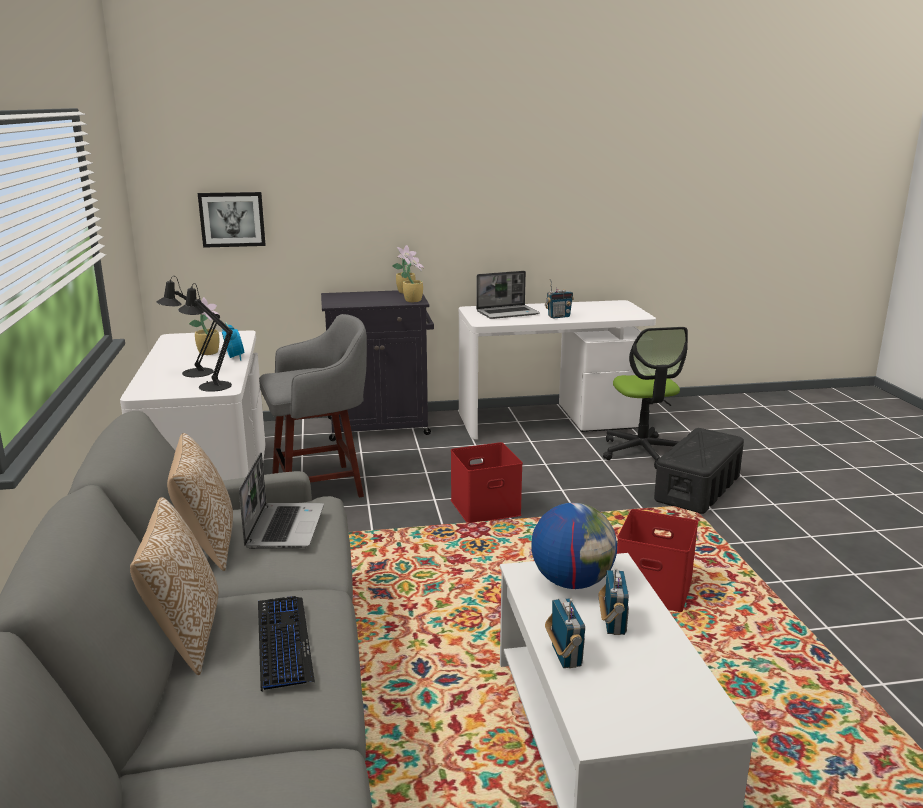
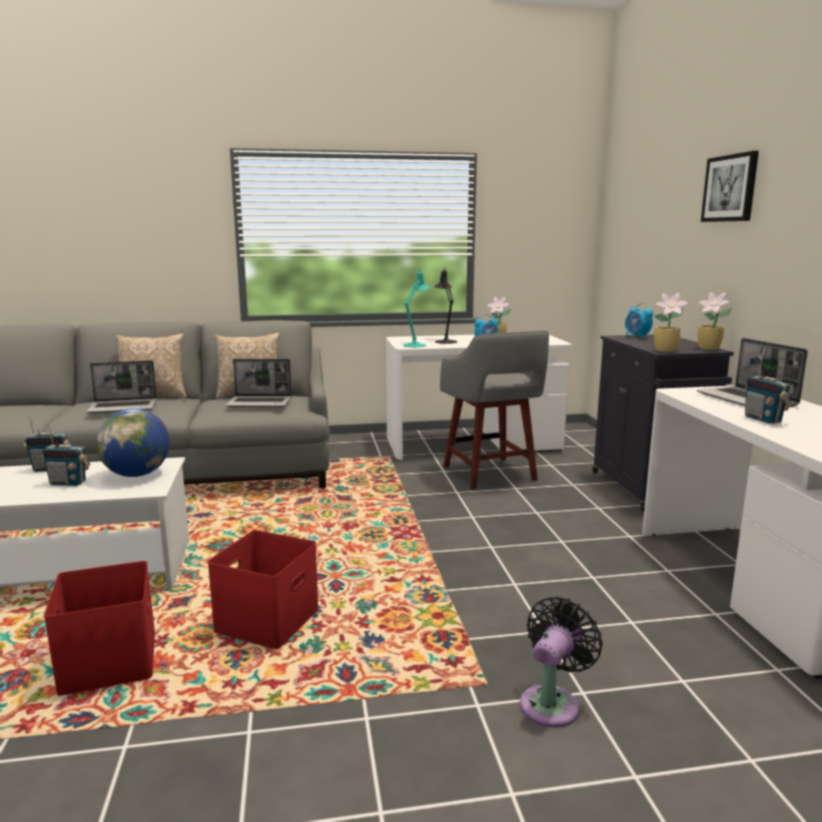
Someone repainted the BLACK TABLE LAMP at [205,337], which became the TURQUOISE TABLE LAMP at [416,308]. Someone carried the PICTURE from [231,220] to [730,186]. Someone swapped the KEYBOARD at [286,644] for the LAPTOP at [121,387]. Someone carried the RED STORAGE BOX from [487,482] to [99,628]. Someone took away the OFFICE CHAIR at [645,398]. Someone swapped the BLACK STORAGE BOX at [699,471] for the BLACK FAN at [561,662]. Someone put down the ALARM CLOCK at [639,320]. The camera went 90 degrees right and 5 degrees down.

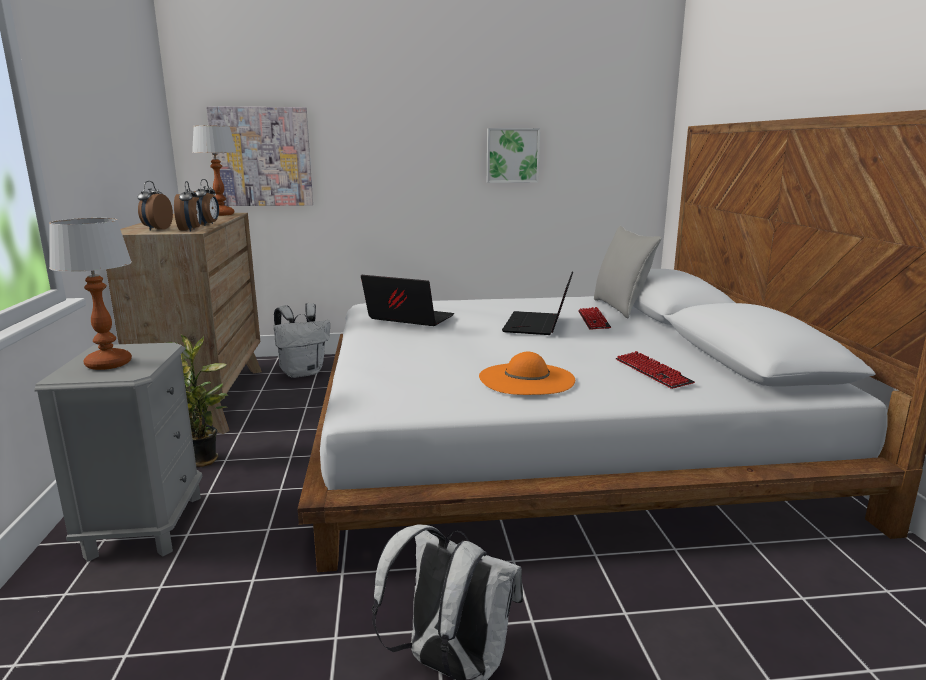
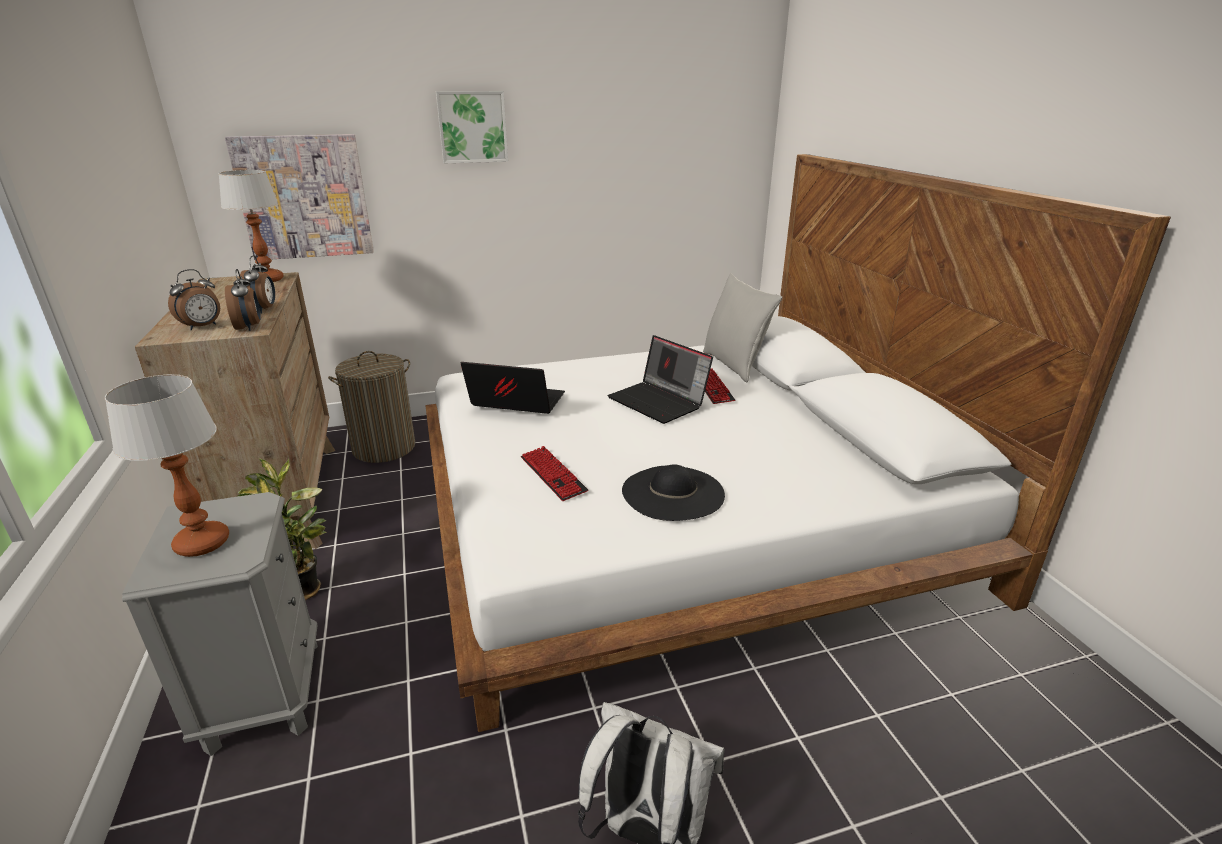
Someone rotated the ALARM CLOCK at [155,206] by 135 degrees counterclockwise. Someone swapped the WHITE BACKPACK at [302,340] for the LAUNDRY BASKET at [371,407]. Someone repainted the ORANGE HAT at [527,373], which became the BLACK HAT at [673,493]. Someone carried the PICTURE from [513,155] to [472,127]. Someone rotated the LAPTOP at [537,303] by 45 degrees counterclockwise. Someone carried the KEYBOARD from [655,370] to [554,473]. The camera went 10 degrees left and 10 degrees up.

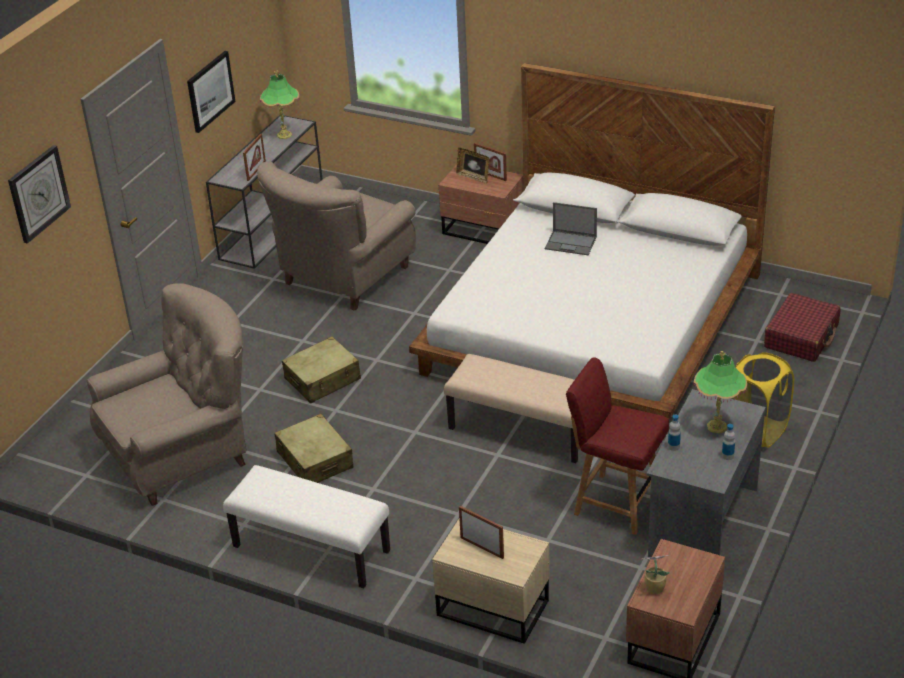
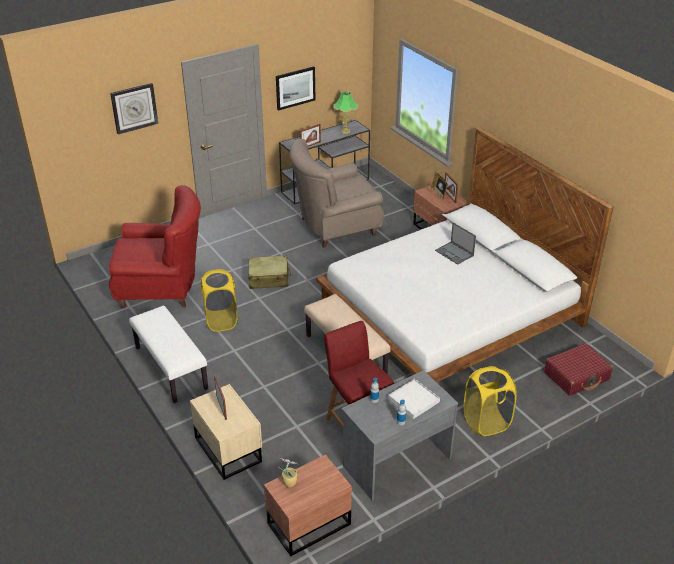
Someone repainted the BEIGE ARMCHAIR at [167,394], which became the RED ARMCHAIR at [155,246]. Someone swapped the BEIGE SUITCASE at [313,448] for the YELLOW LAUNDRY BASKET at [219,300]. Someone swapped the TABLE LAMP at [720,392] for the WHITE TRAY at [414,399]. The camera went 30 degrees right and 0 degrees up.

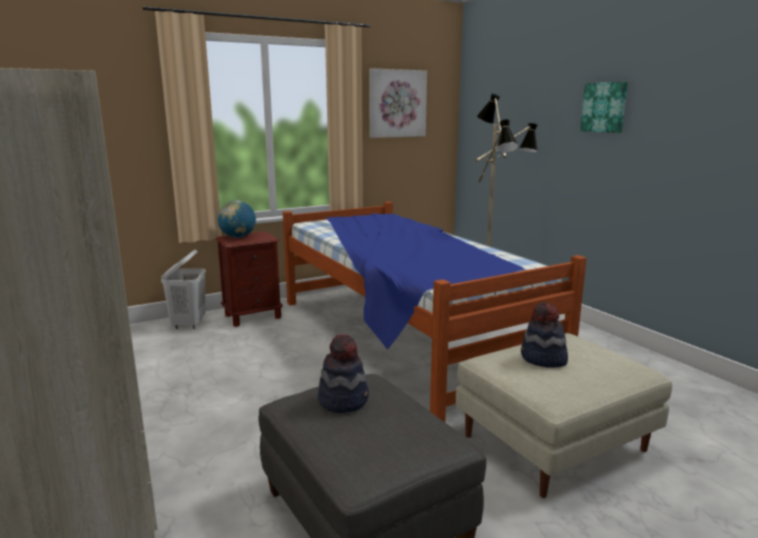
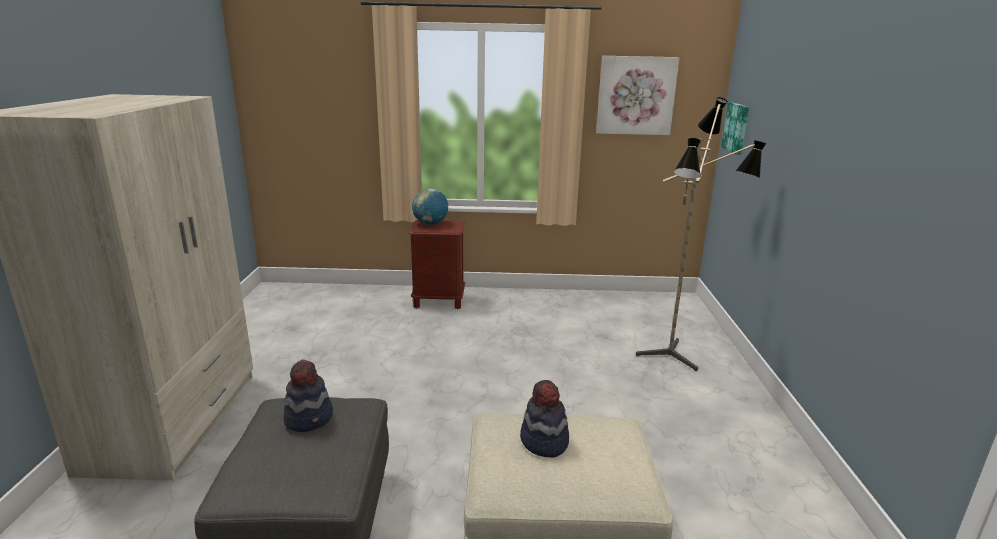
Someone took away the WHITE LAUNDRY BASKET at [183,289]. Someone took away the BED at [435,312]. Someone carried the PICTURE from [604,107] to [735,128]. The camera went 30 degrees right and 5 degrees up.

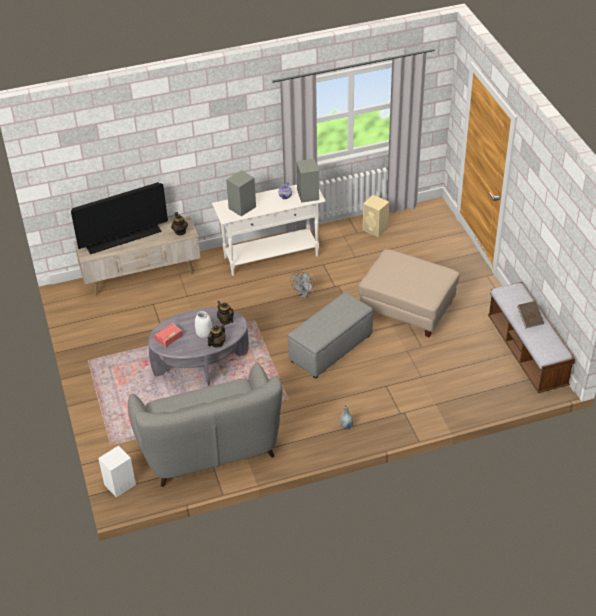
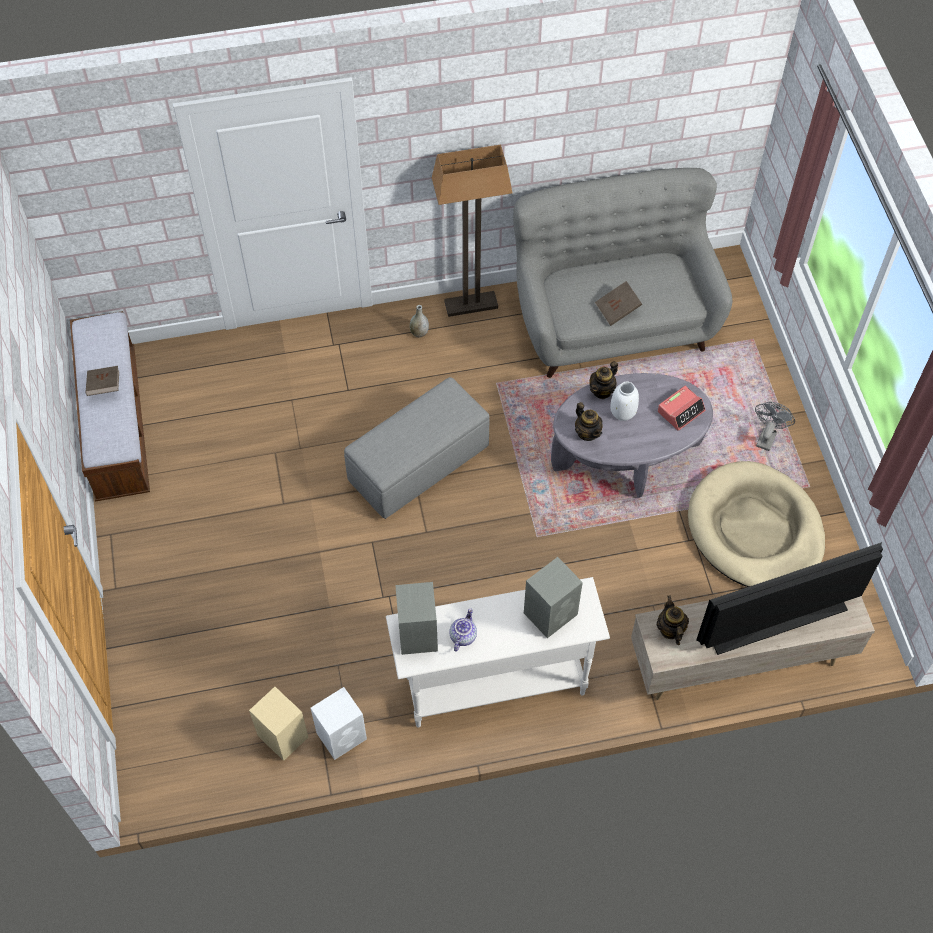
Someone carried the WHITE SPEAKER from [117,471] to [339,723]. Someone carried the GREY FAN from [302,285] to [775,426]. Someone took away the BEIGE OTTOMAN at [409,293]. Someone put down the FLOOR LAMP at [472,231]. Someone put down the BROWN BOOK at [618,303]. Someone put down the BEIGE DOG BED at [756,524]. The camera went 175 degrees left and 15 degrees up.

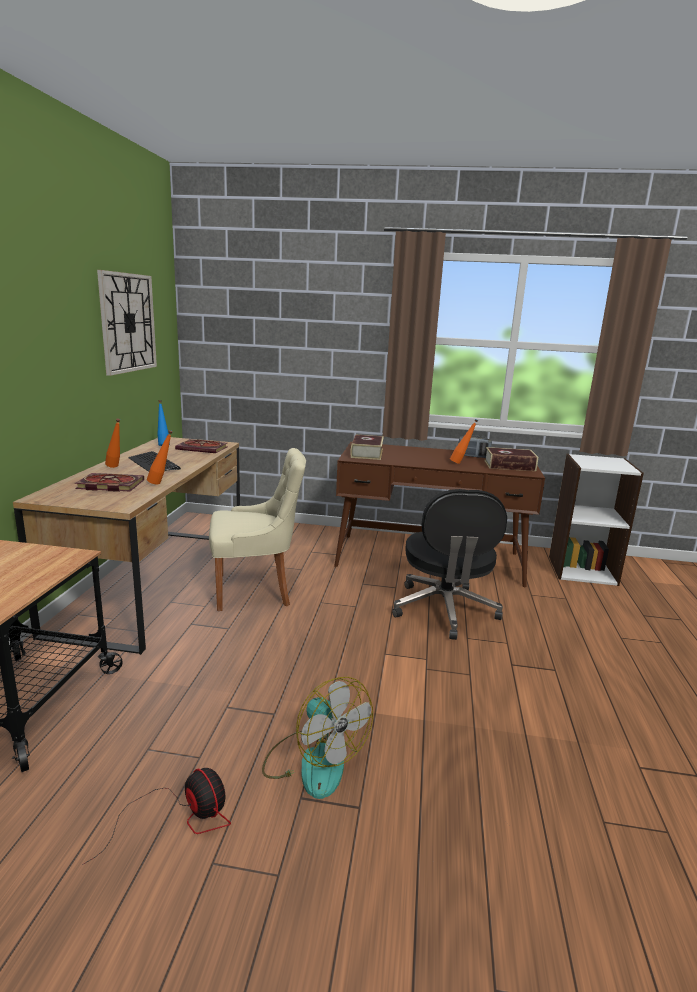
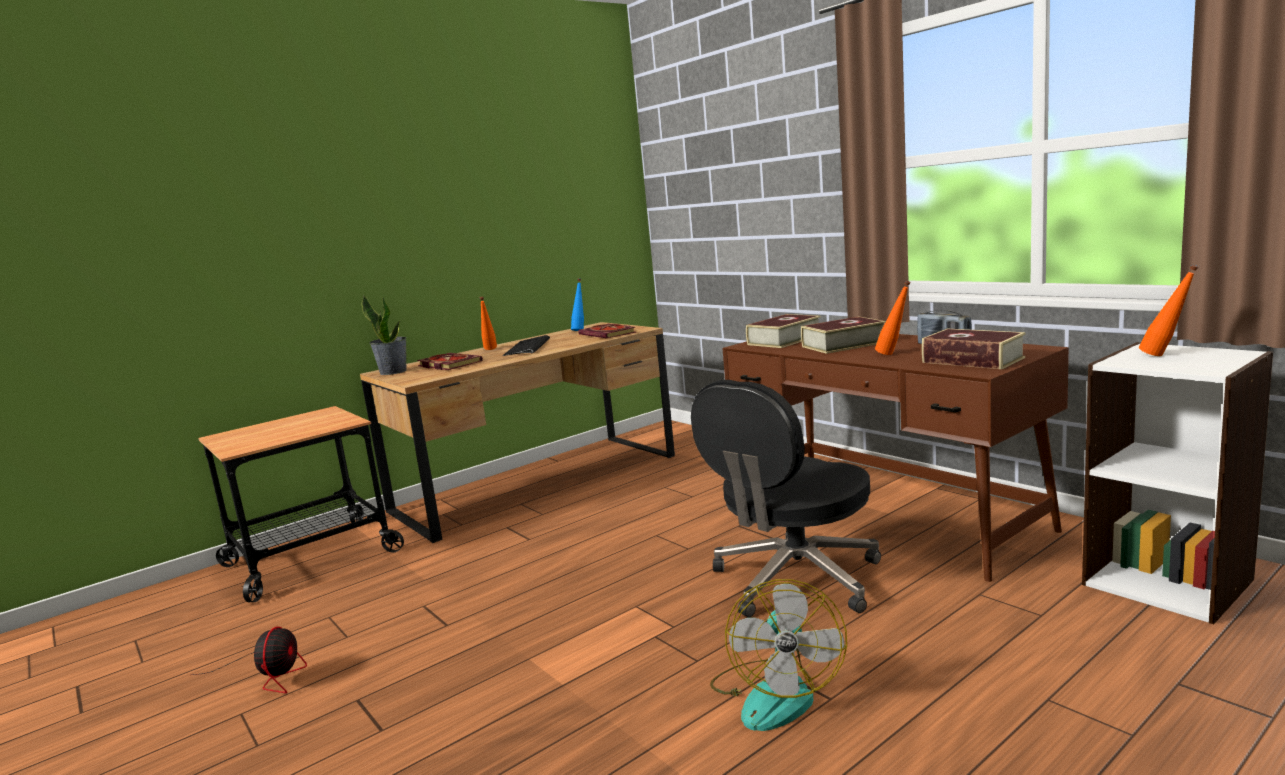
Someone took away the WALL CLOCK at [127,323]. Someone carried the ORANGE BOTTLE from [160,457] to [1168,310]. Someone took away the BEIGE CHAIR at [257,529]. Someone carried the FAN from [317,738] to [778,655]. Someone put down the POTTED PLANT at [384,335]. Someone put down the BOOK at [843,335]. The camera went 45 degrees right and 5 degrees down.

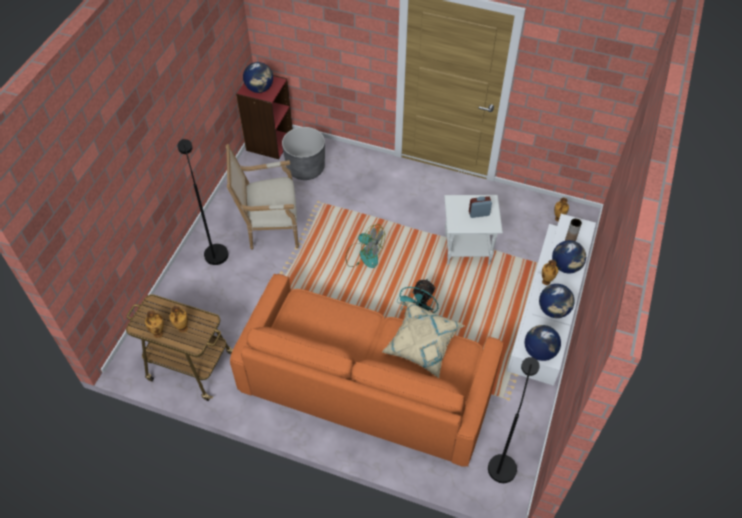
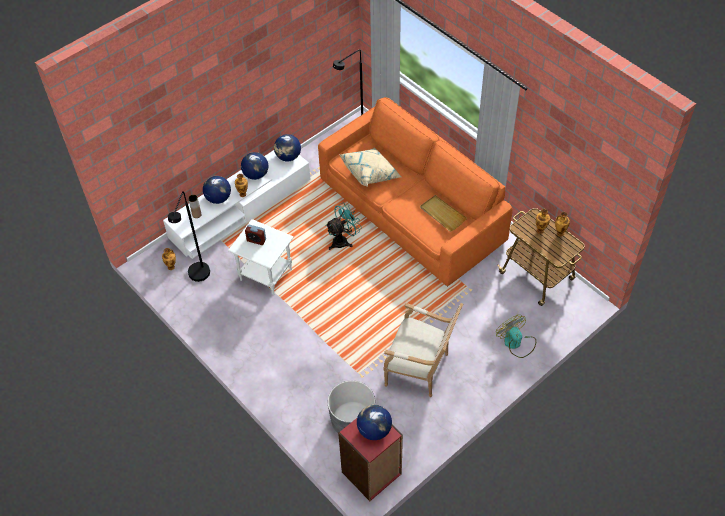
Someone carried the BLACK FLOOR LAMP from [203,202] to [189,236]. Someone carried the FAN from [365,246] to [516,336]. Someone put down the BEIGE TRAY at [443,213]. The camera went 150 degrees left and 0 degrees up.

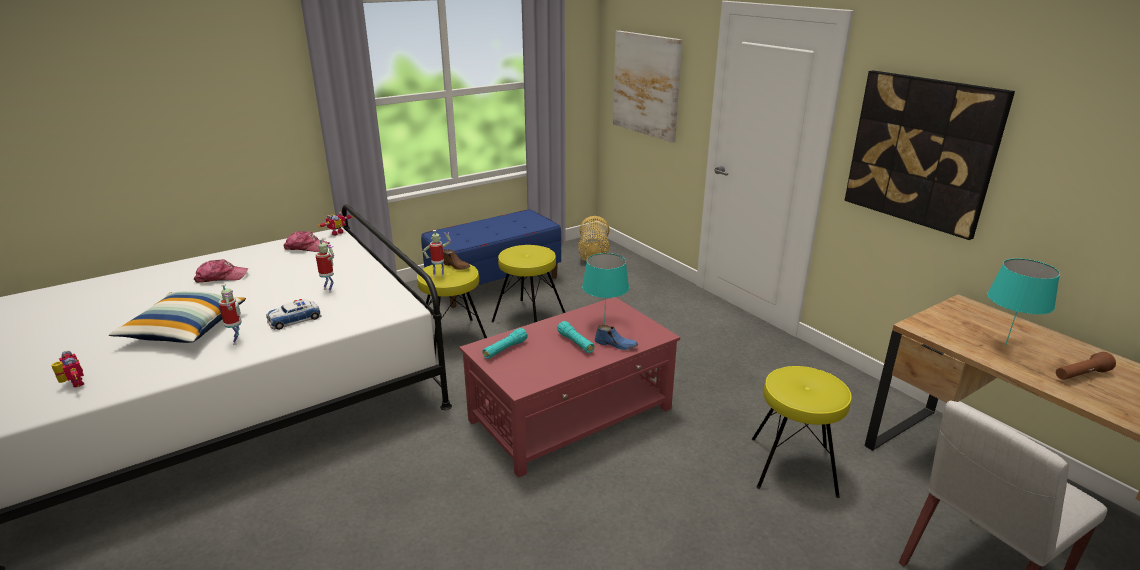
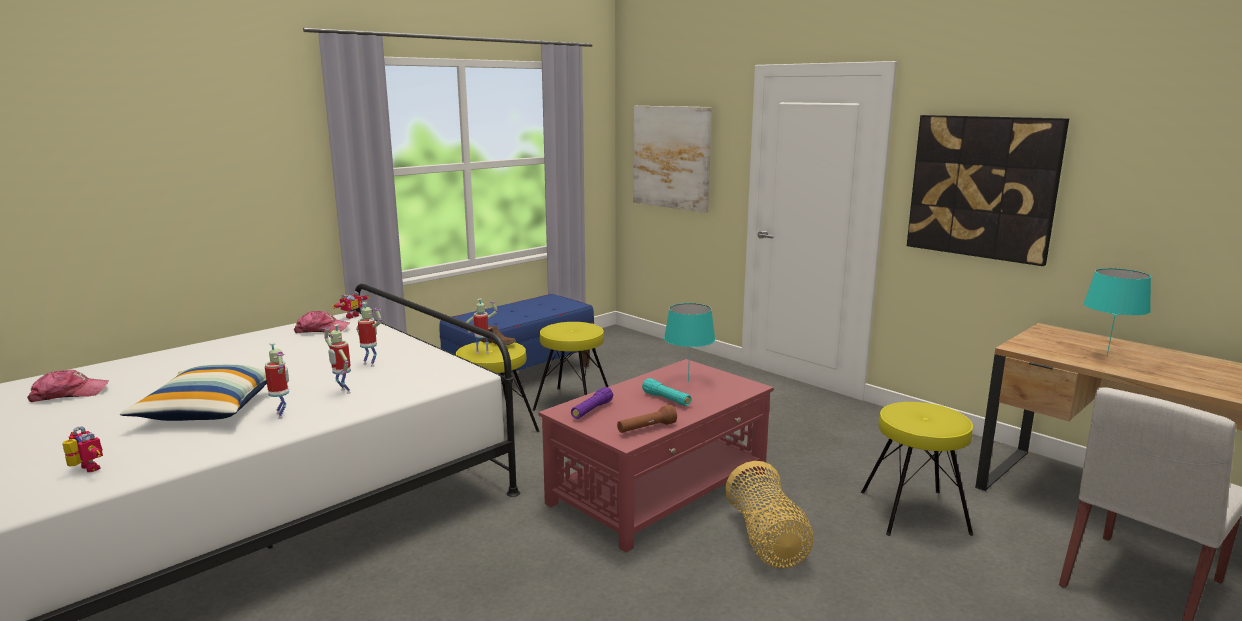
Someone carried the CAP from [221,271] to [68,386]. Someone swapped the TOY CAR at [294,314] for the TOY ROBOT at [336,359]. Someone repainted the TURQUOISE FLASHLIGHT at [505,343], which became the PURPLE FLASHLIGHT at [592,403]. Someone carried the BASKET from [594,239] to [769,515]. Someone took away the BLUE SHOE at [616,337]. Someone carried the BROWN FLASHLIGHT from [1086,366] to [647,419]. The camera went 10 degrees left and 10 degrees down.

